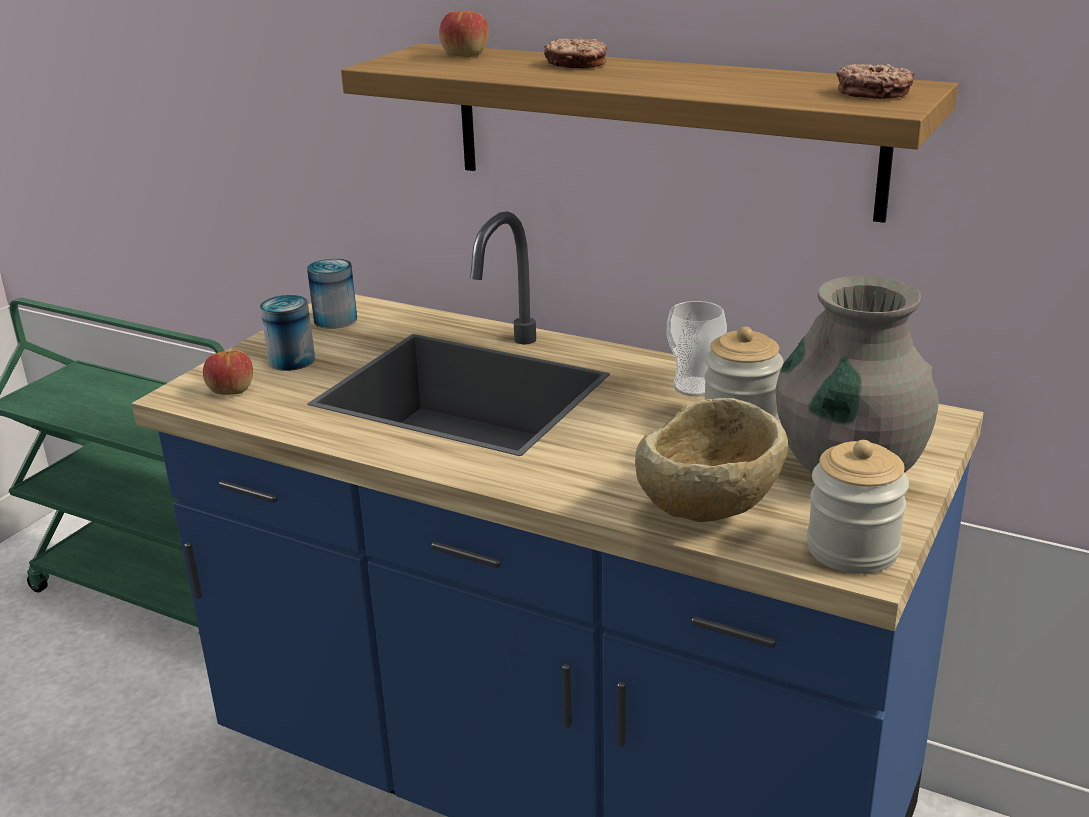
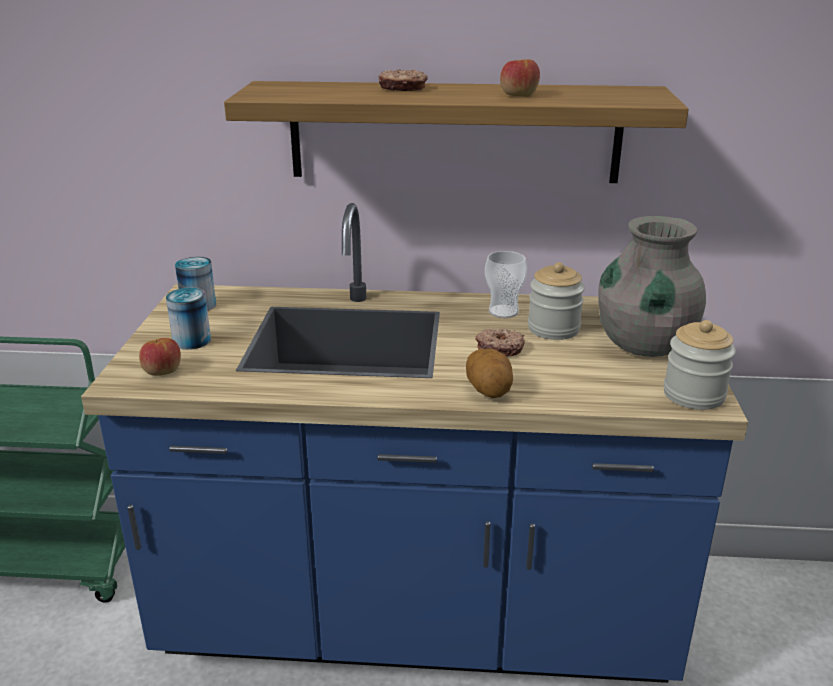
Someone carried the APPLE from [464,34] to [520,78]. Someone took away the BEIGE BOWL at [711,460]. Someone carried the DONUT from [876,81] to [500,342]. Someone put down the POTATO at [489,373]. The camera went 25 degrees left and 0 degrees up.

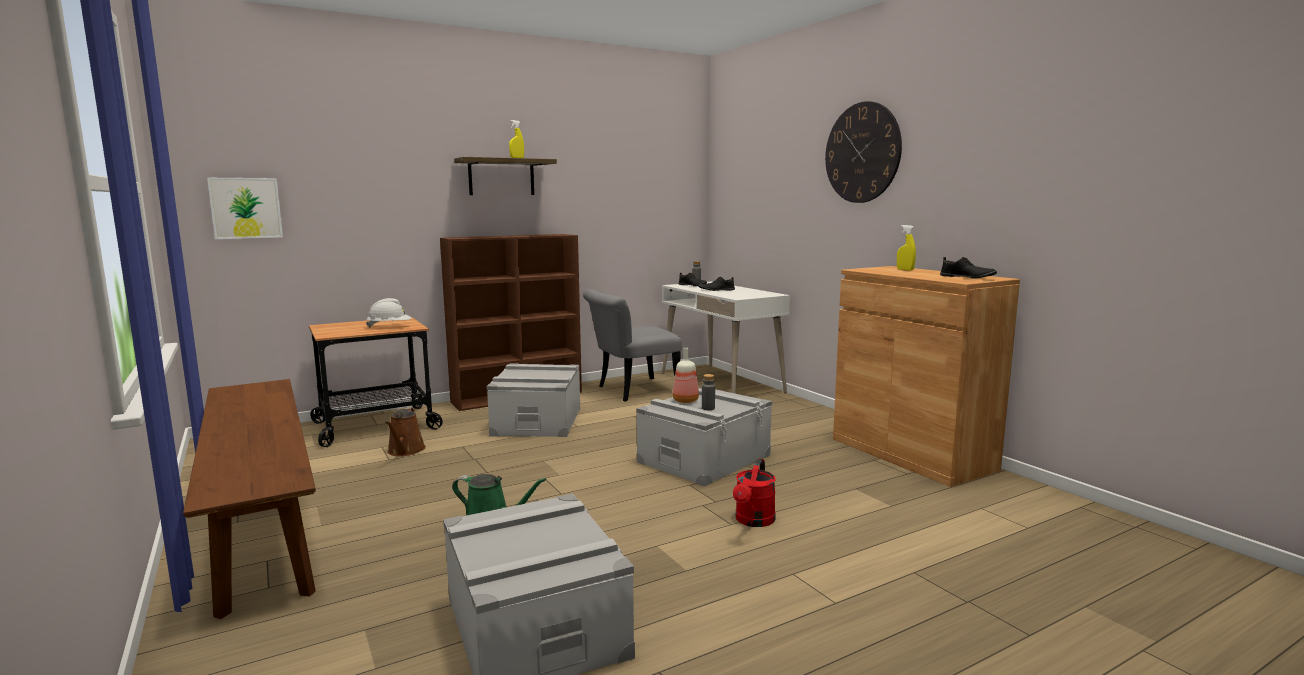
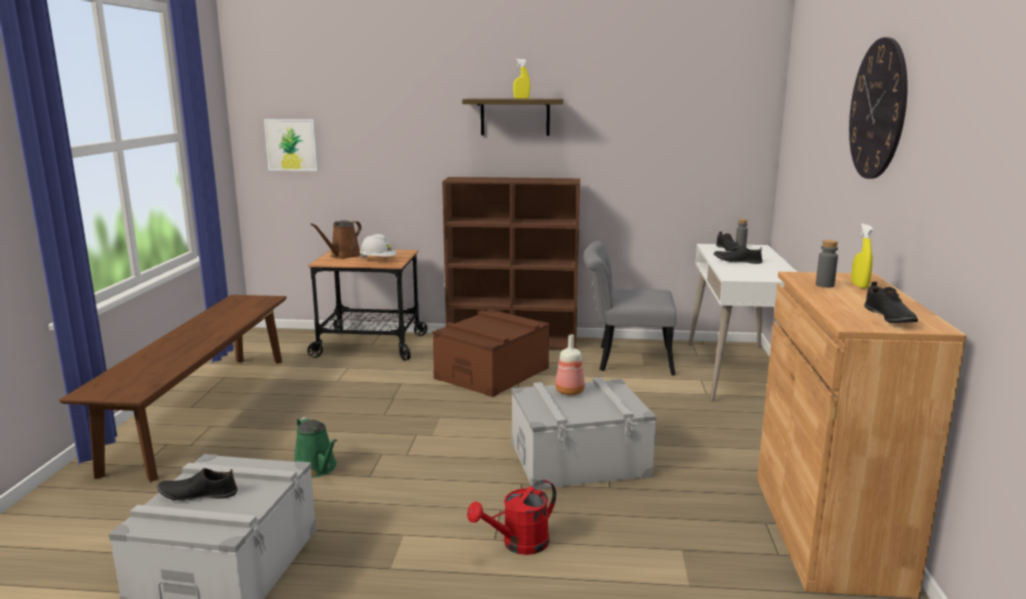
Someone carried the BROWN WATERING CAN from [405,431] to [335,240]. Someone repainted the GREY STORAGE BOX at [533,400], which became the BROWN STORAGE BOX at [490,353]. Someone carried the GREY BOTTLE from [708,392] to [827,264]. Someone put down the BLACK SHOE at [197,484]. The camera went 35 degrees right and 5 degrees up.

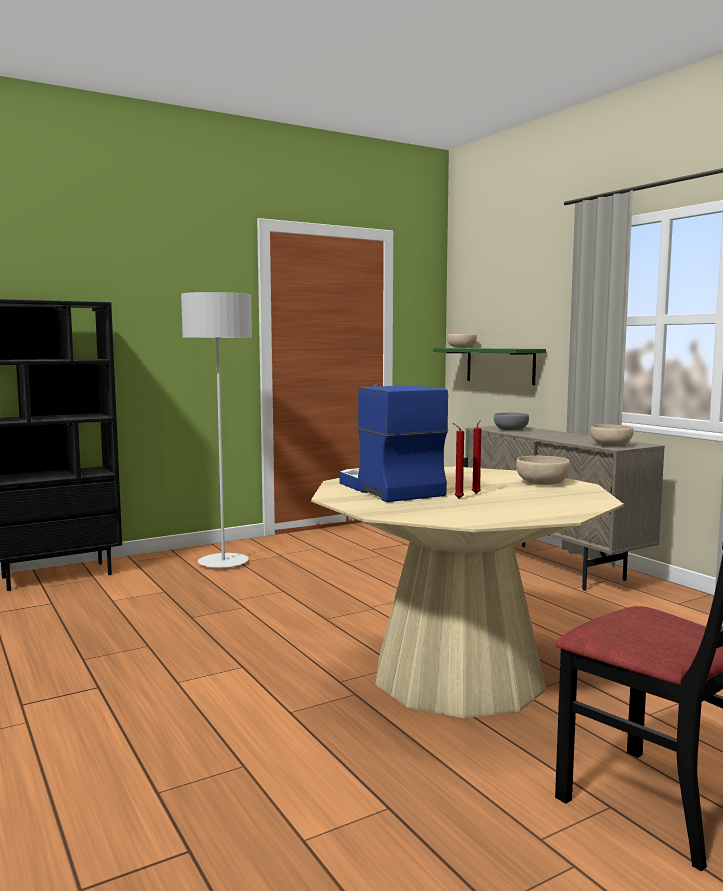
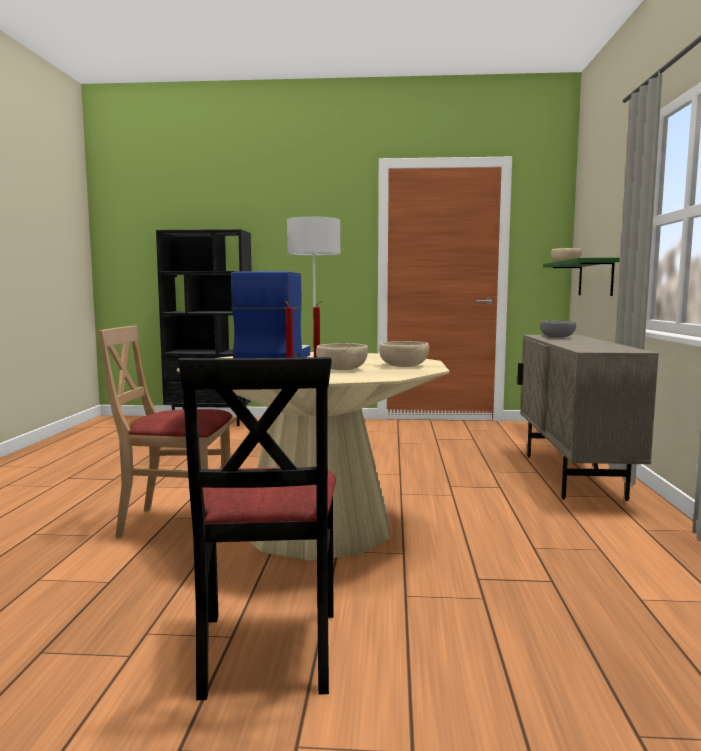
Someone carried the BEIGE BOWL from [612,435] to [342,356]. Someone put down the BEIGE CHAIR at [165,432]. The camera went 35 degrees right and 0 degrees up.

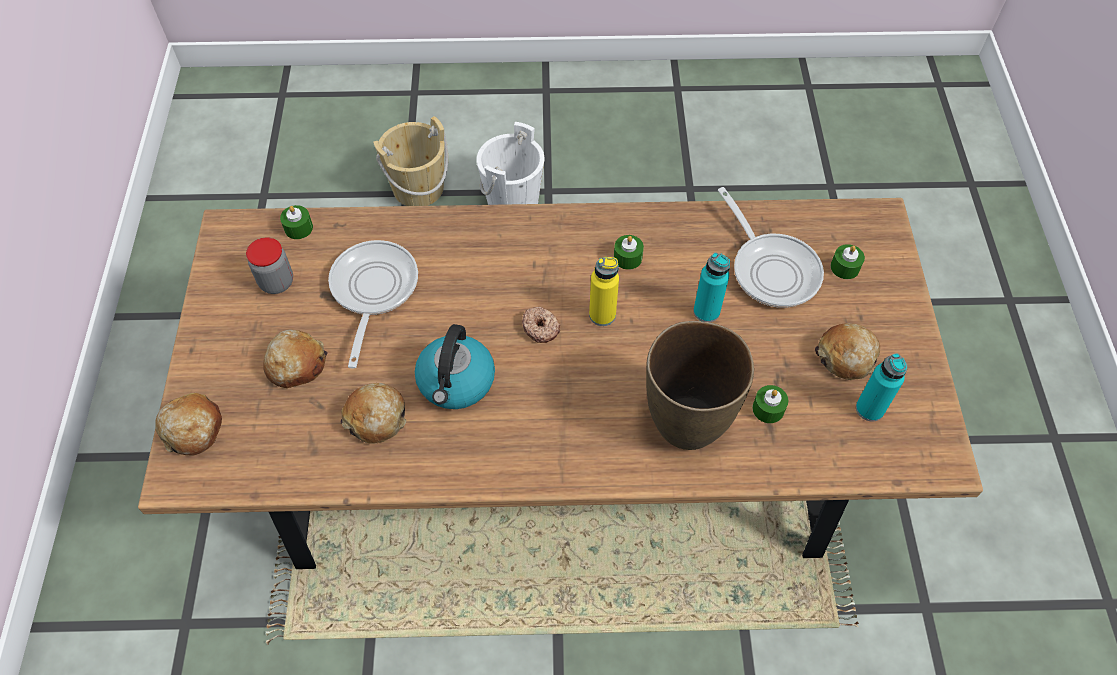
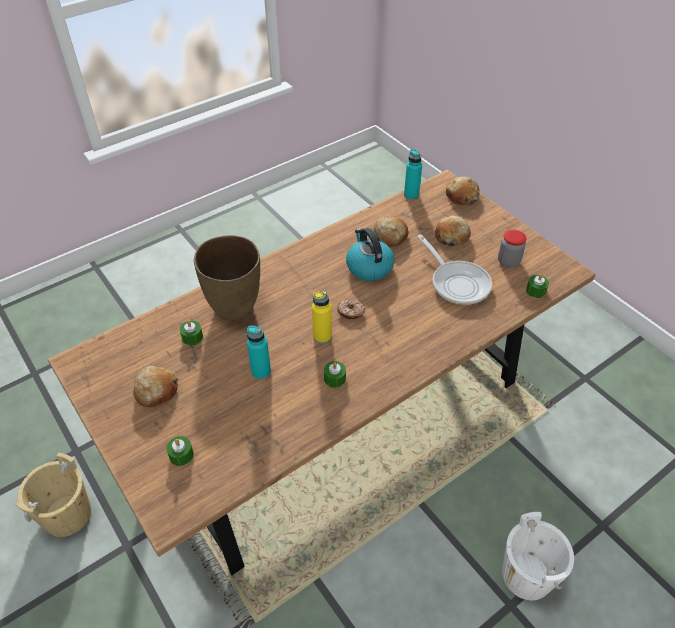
Someone carried the BEIGE BUCKET from [410,161] to [53,495]. Someone took away the FRYING PAN at [771,247]. Someone carried the TURQUOISE BOTTLE from [881,387] to [413,174]. The camera went 145 degrees right and 10 degrees down.

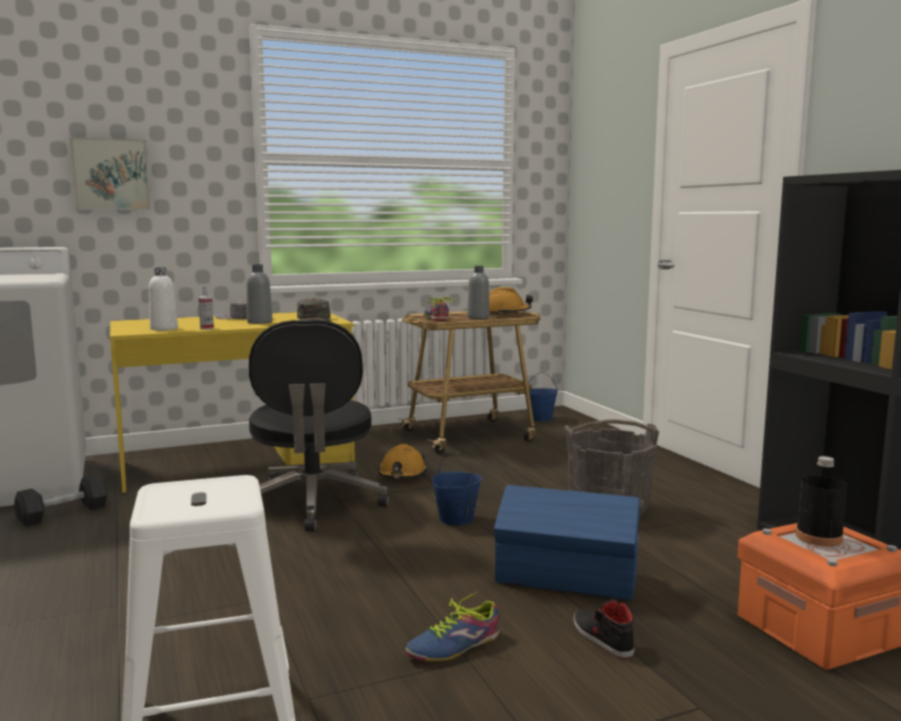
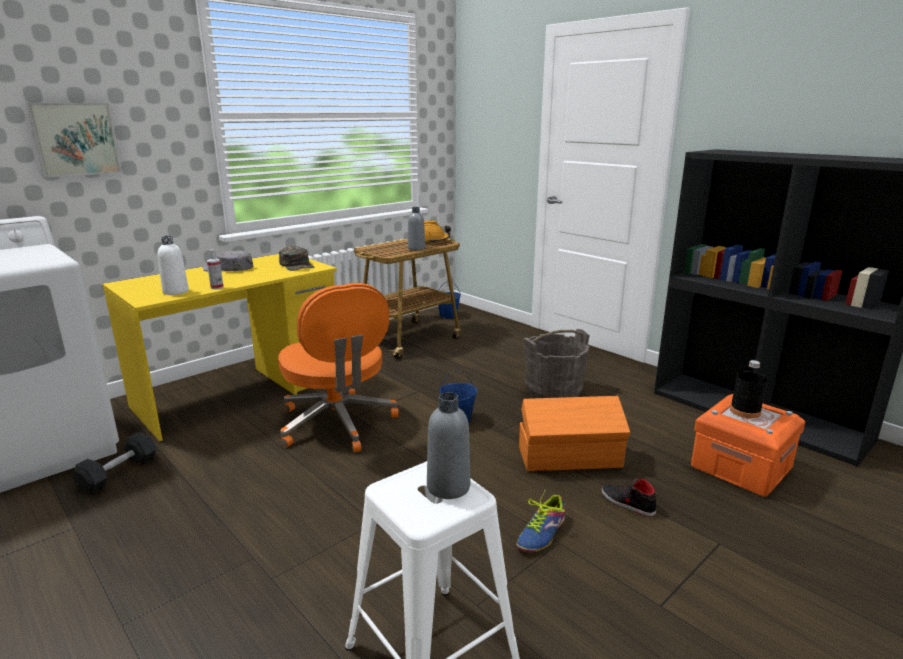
Someone carried the GREY BOTTLE from [260,294] to [448,445]. Someone repainted the BLACK OFFICE CHAIR at [319,426], which became the ORANGE OFFICE CHAIR at [338,367]. Someone took away the ORANGE HARD HAT at [402,461]. Someone took away the SHOE at [439,309]. Someone repainted the BLUE STORAGE BOX at [567,542], which became the ORANGE STORAGE BOX at [574,433]. The camera went 20 degrees left and 10 degrees up.

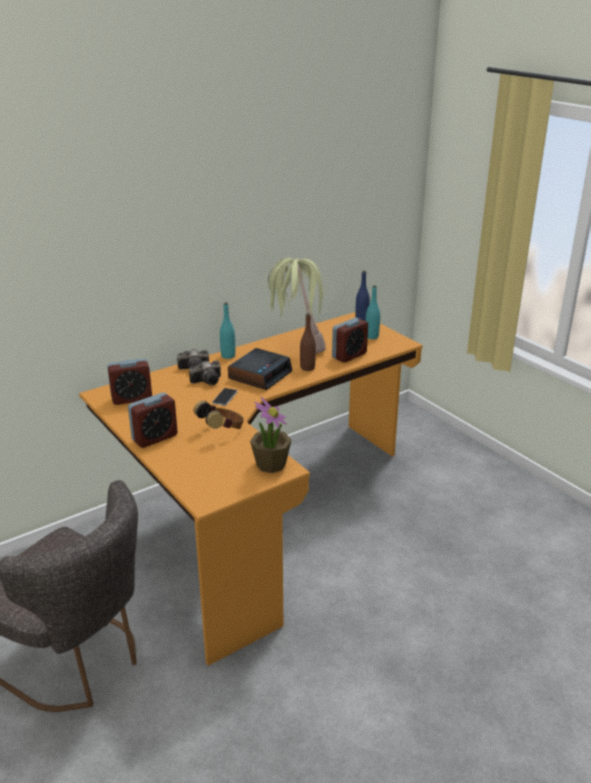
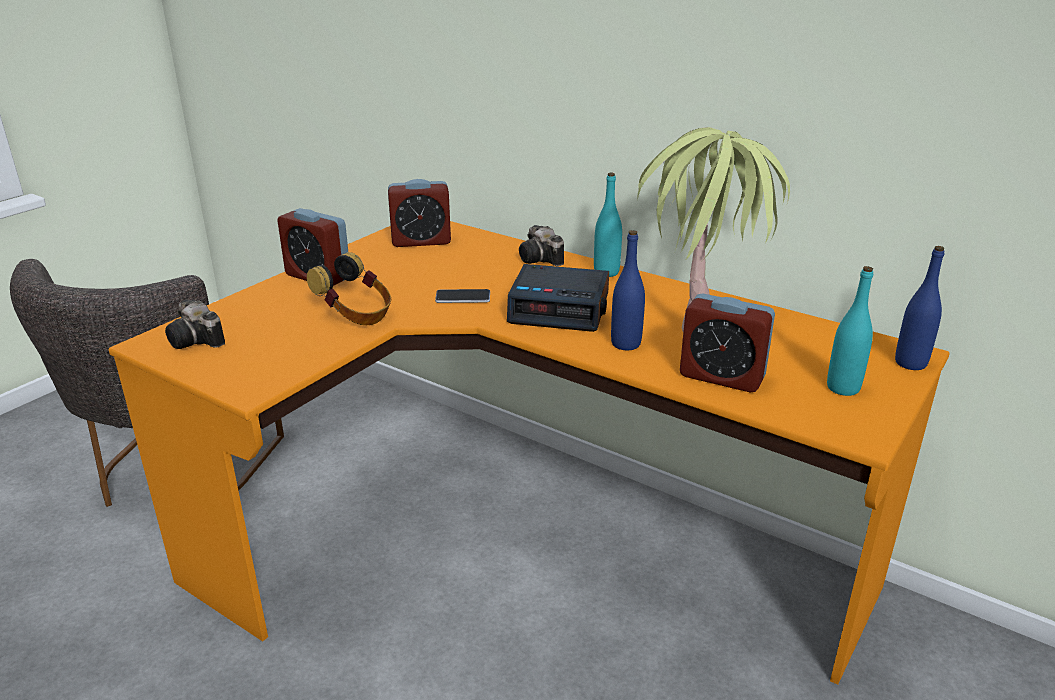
Someone rotated the ALARM CLOCK at [129,381] by 60 degrees counterclockwise. Someone carried the PHOTO CAMERA from [205,373] to [195,324]. Someone took away the POTTED PLANT at [271,435]. Someone repainted the BROWN BOTTLE at [308,342], which became the BLUE BOTTLE at [628,290]. The camera went 70 degrees right and 0 degrees up.

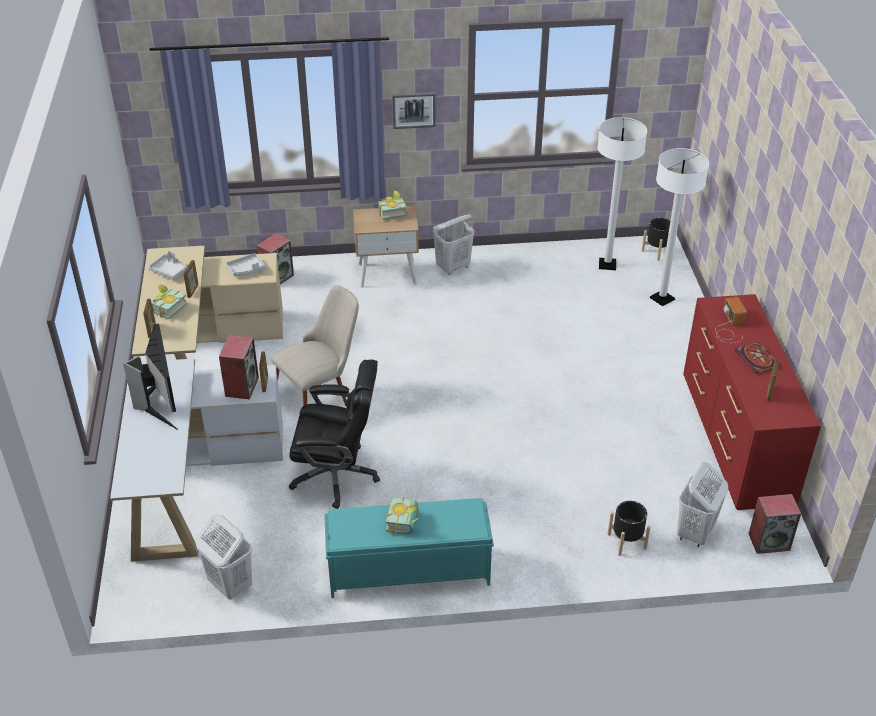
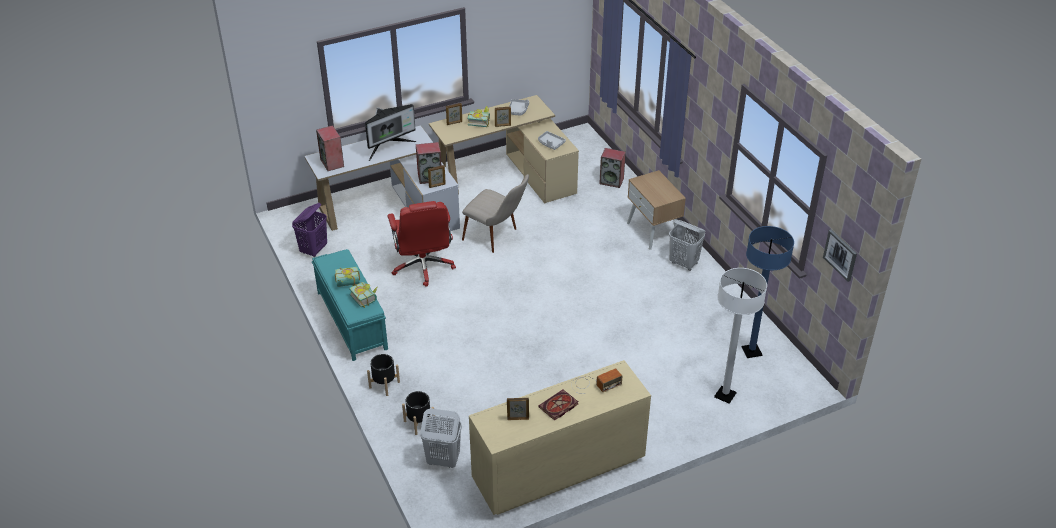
Someone repainted the WHITE LAUNDRY BASKET at [223,556], which became the PURPLE LAUNDRY BASKET at [309,230]. Someone repainted the BLACK OFFICE CHAIR at [334,434], which became the RED OFFICE CHAIR at [421,244]. Someone carried the BOOK from [392,205] to [363,295]. Someone carried the PICTURE from [414,110] to [840,256]. Someone repainted the WHITE FLOOR LAMP at [622,193], which became the BLUE FLOOR LAMP at [768,292]. Someone carried the BLACK PLANTER from [656,239] to [383,375]. Someone repainted the RED DRESSER at [752,402], which became the BEIGE DRESSER at [560,437]. Someone carried the SPEAKER from [775,524] to [330,148]. The camera went 70 degrees right and 0 degrees up.

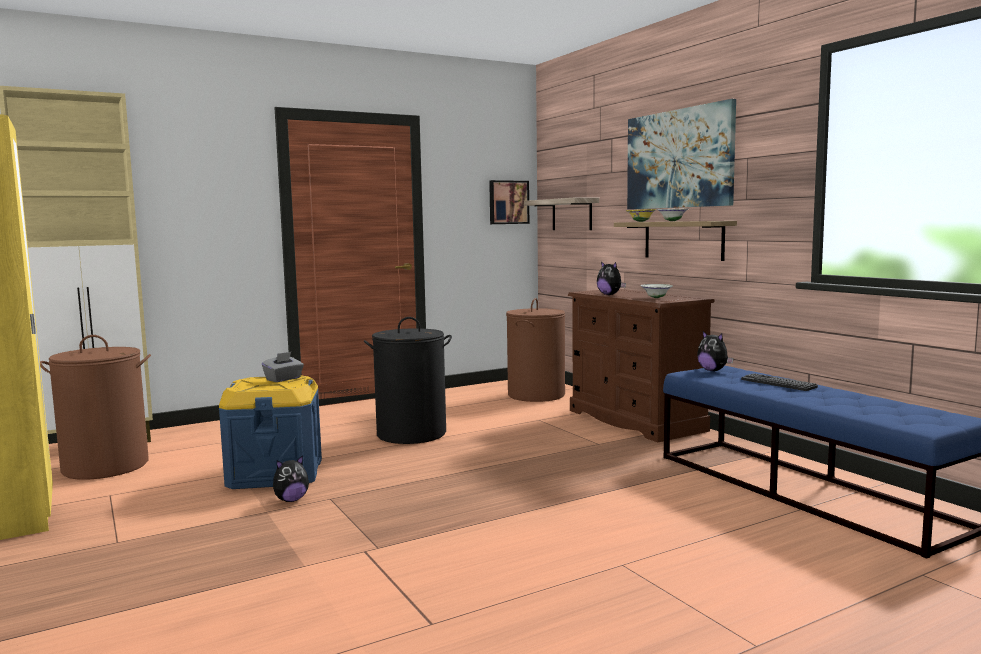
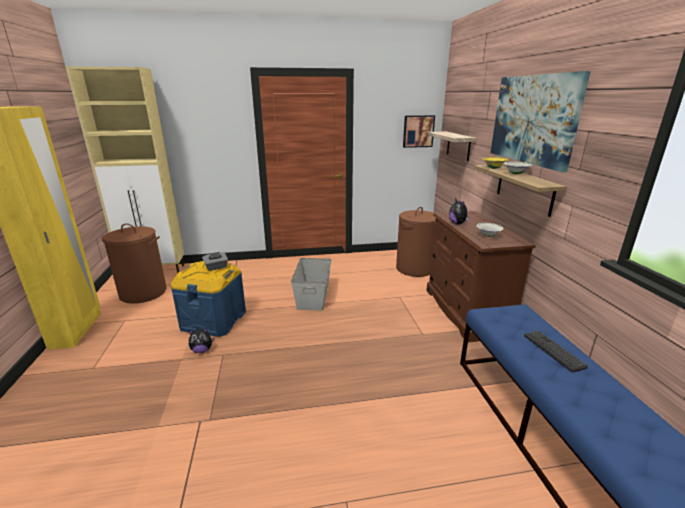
Someone swapped the BLACK LAUNDRY BASKET at [408,380] for the GREY STORAGE BOX at [311,284]. Someone took away the PLUSH TOY at [715,351]. The camera went 20 degrees right and 15 degrees up.

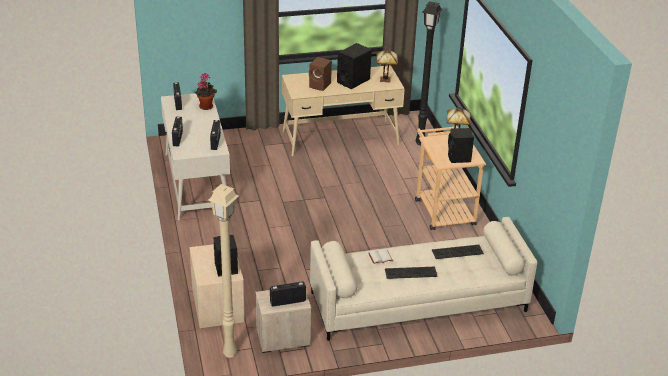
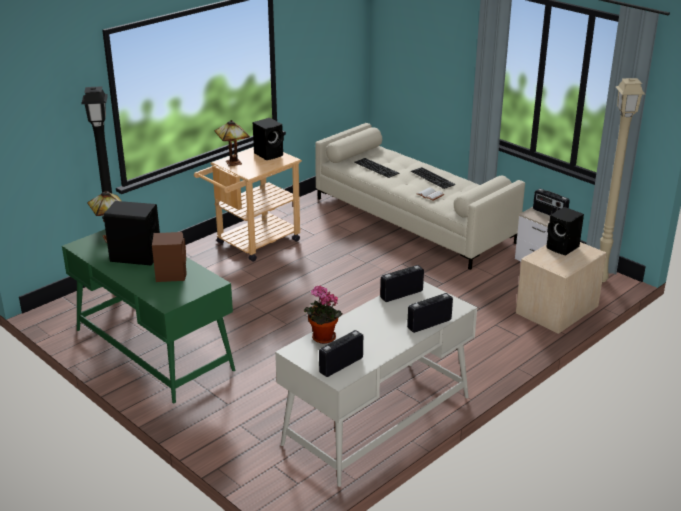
Someone repainted the BEIGE DESK at [343,110], which became the GREEN DESK at [148,316]. The camera went 120 degrees left and 5 degrees down.

